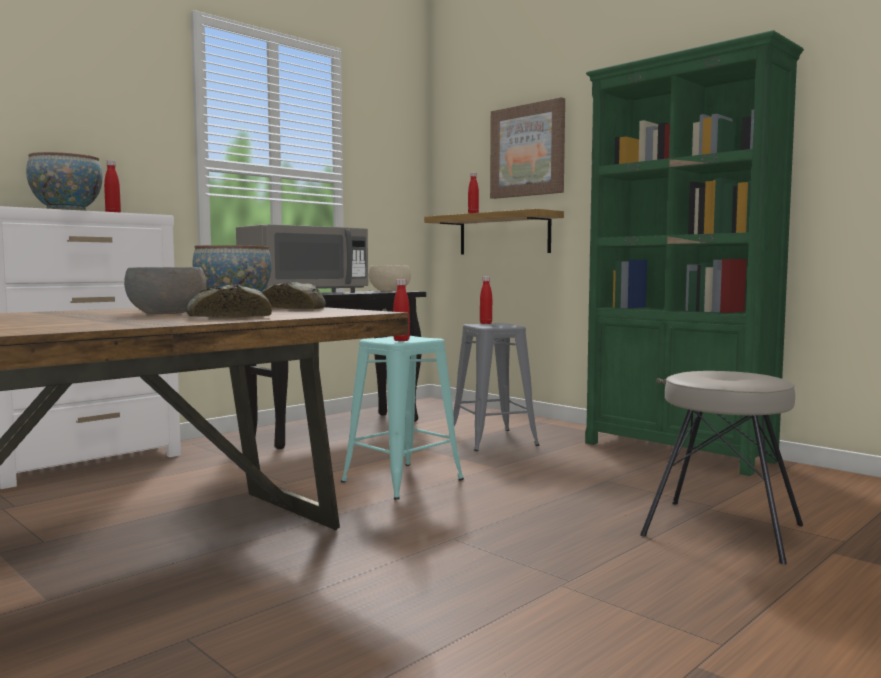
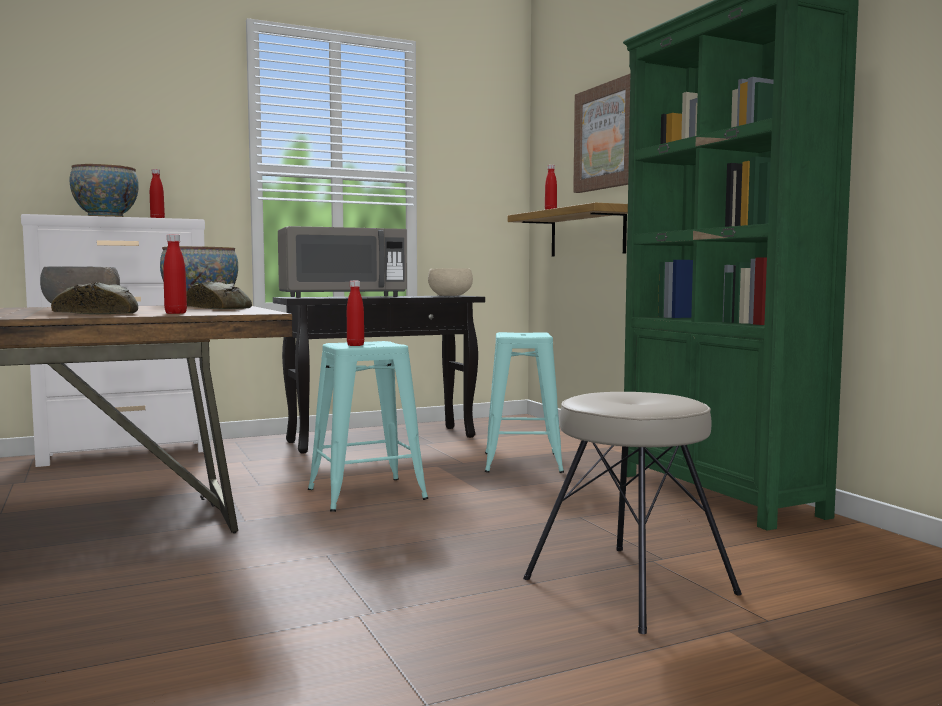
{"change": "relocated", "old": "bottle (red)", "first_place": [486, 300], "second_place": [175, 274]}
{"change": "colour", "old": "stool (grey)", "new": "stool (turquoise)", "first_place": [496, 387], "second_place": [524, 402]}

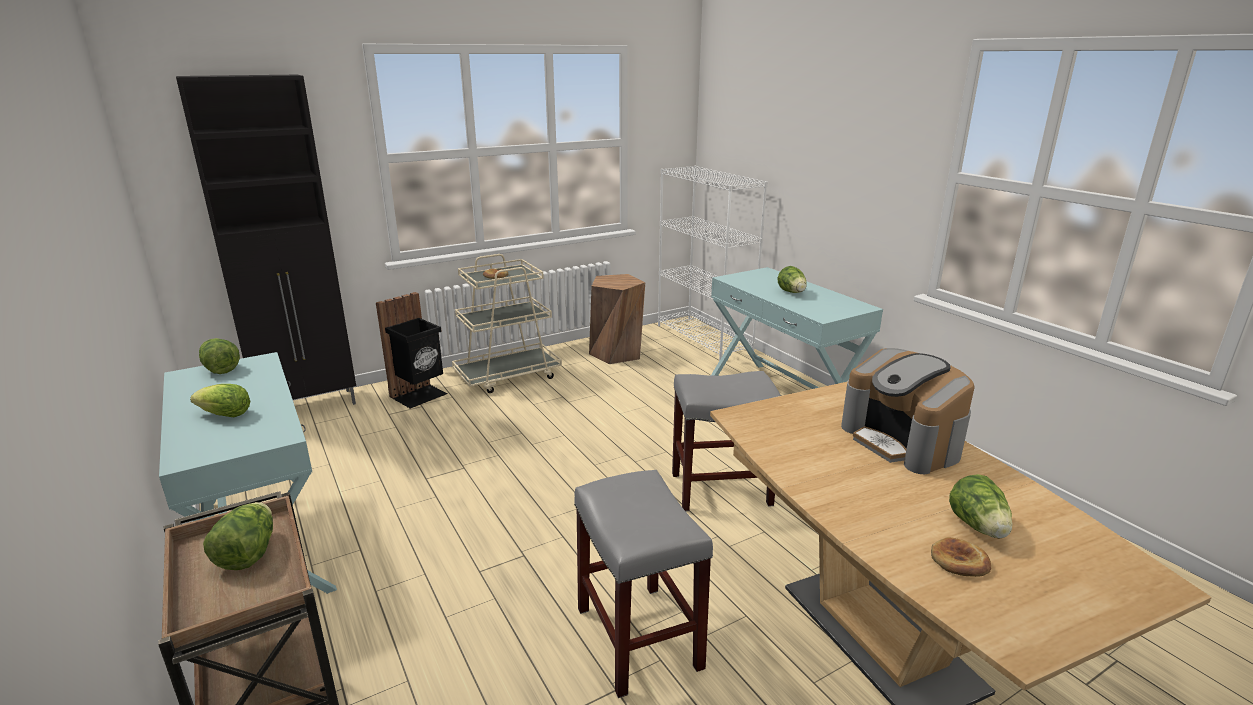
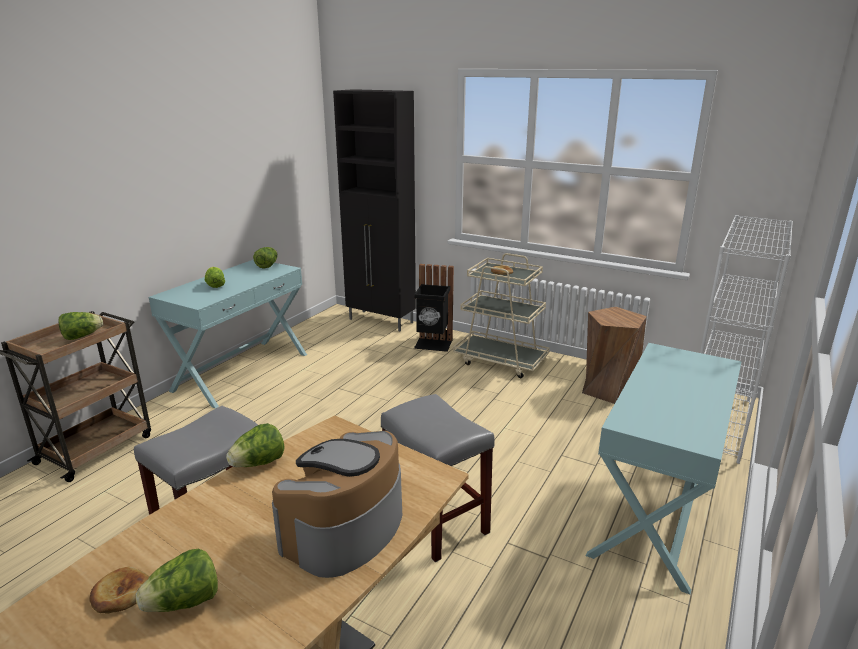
{"change": "relocated", "old": "lettuce", "first_place": [792, 279], "second_place": [255, 445]}

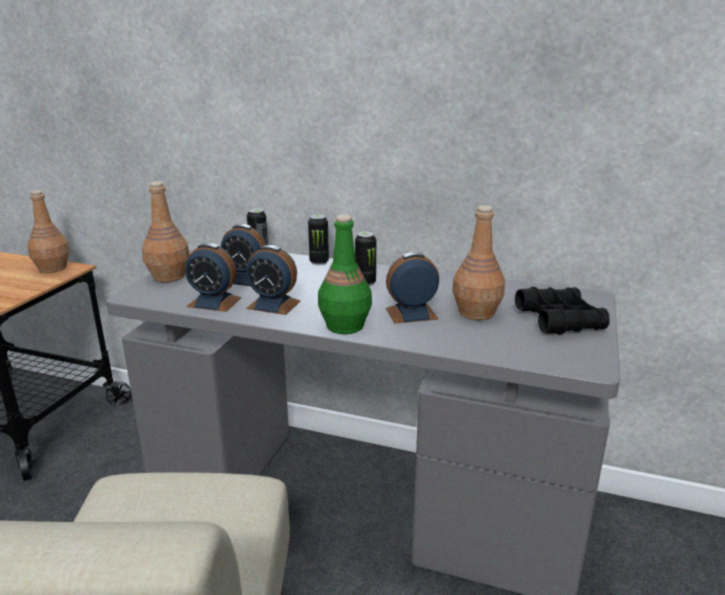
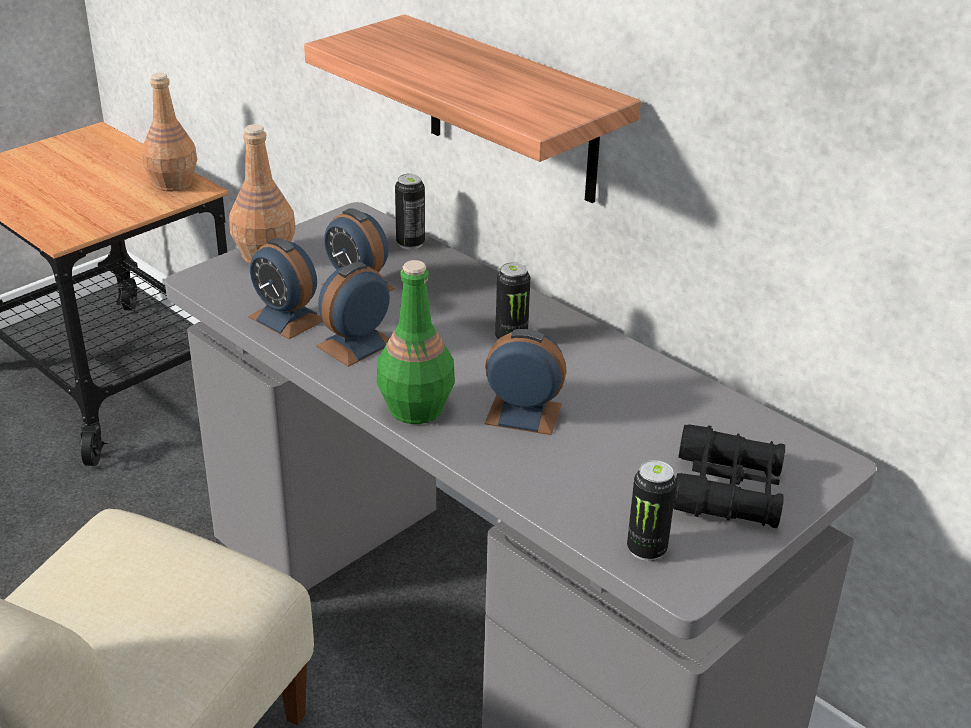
{"change": "missing", "old": "bottle (brown)", "first_place": [478, 262]}
{"change": "relocated", "old": "can", "first_place": [318, 239], "second_place": [652, 510]}
{"change": "spun", "old": "alarm clock", "first_place": [273, 280], "second_place": [353, 314], "degrees": 90}
{"change": "appeared", "new": "shelf", "second_place": [472, 108]}

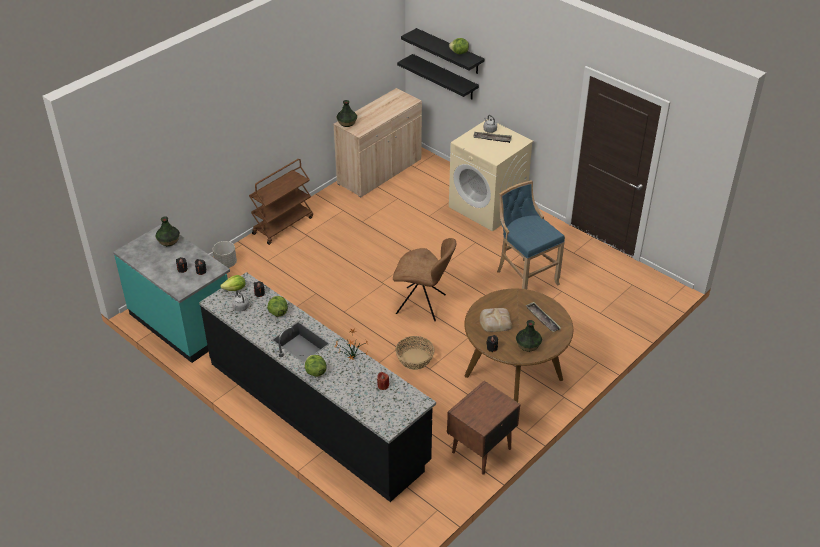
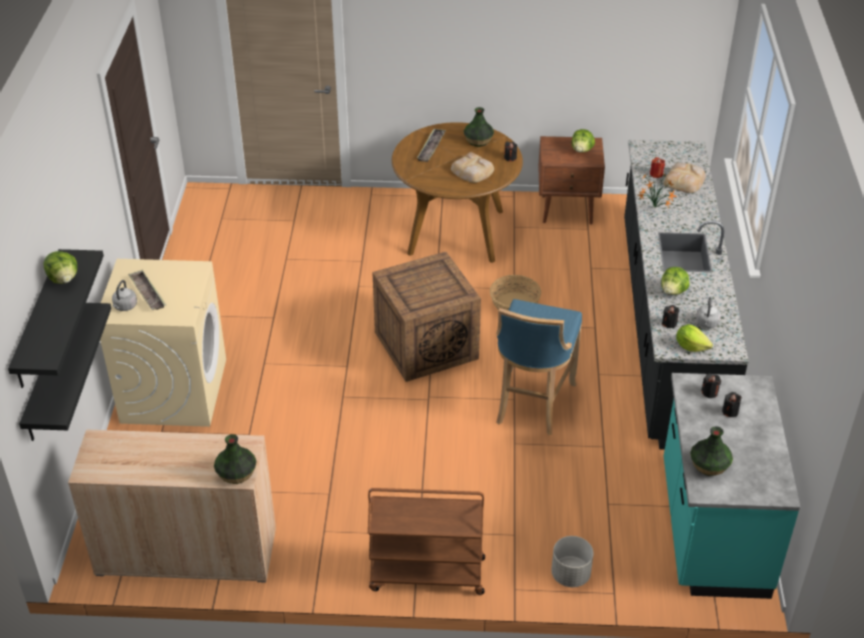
{"change": "relocated", "old": "stool (blue)", "first_place": [531, 235], "second_place": [539, 367]}
{"change": "exchanged", "old": "chair (brown)", "new": "crate", "first_place": [424, 279], "second_place": [426, 317]}
{"change": "relocated", "old": "lettuce", "first_place": [315, 366], "second_place": [583, 141]}
{"change": "appeared", "new": "bread", "second_place": [684, 178]}

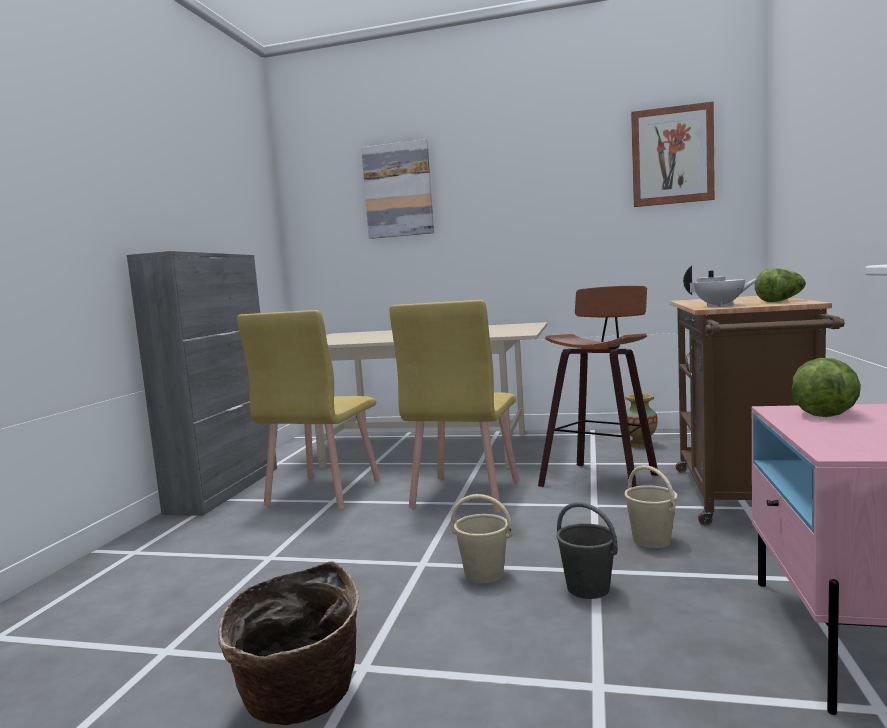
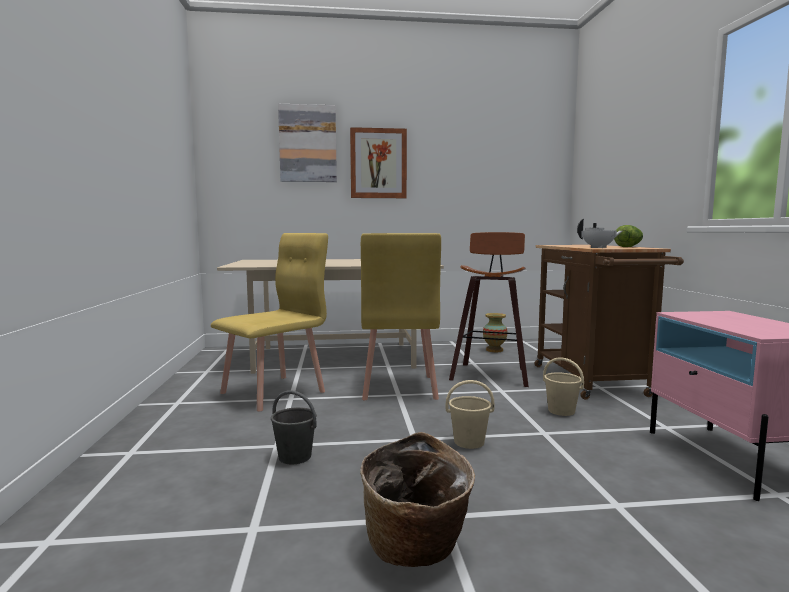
{"change": "relocated", "old": "picture", "first_place": [673, 154], "second_place": [378, 162]}
{"change": "missing", "old": "cabinet (grey)", "first_place": [202, 383]}
{"change": "spun", "old": "chair (yellow)", "first_place": [309, 410], "second_place": [269, 322], "degrees": -135}
{"change": "missing", "old": "lettuce", "first_place": [826, 387]}
{"change": "relocated", "old": "bucket (grey)", "first_place": [587, 550], "second_place": [294, 427]}

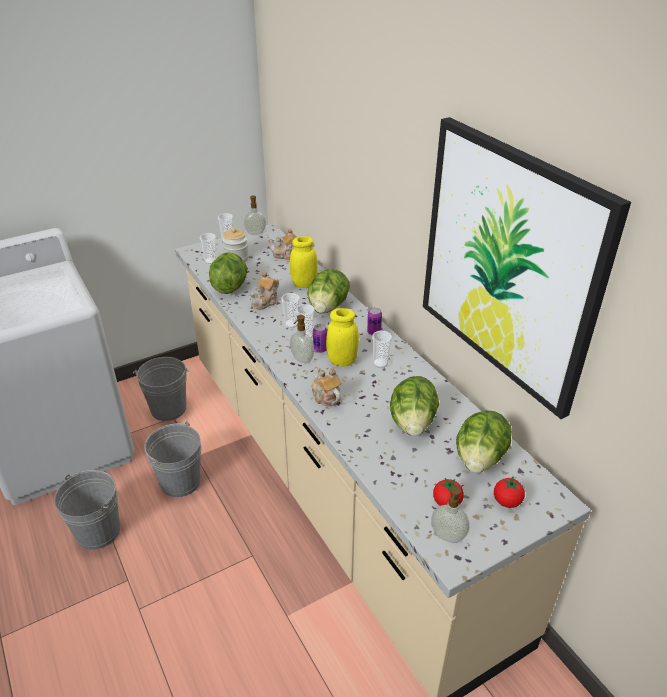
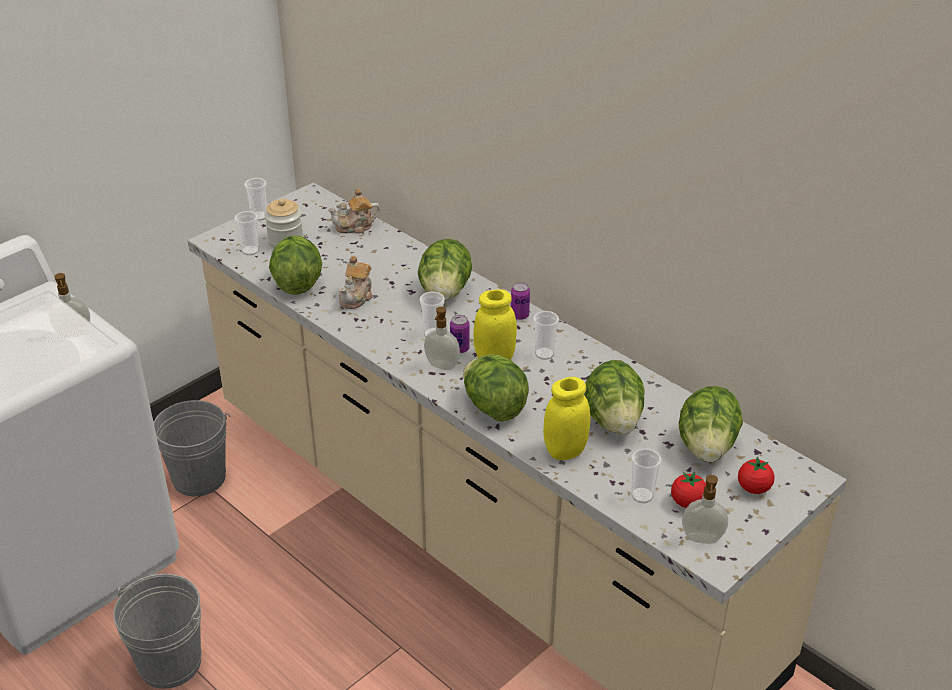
{"change": "missing", "old": "picture", "first_place": [527, 268]}
{"change": "relocated", "old": "soap dispenser", "first_place": [255, 215], "second_place": [69, 305]}
{"change": "relocated", "old": "jar (yellow)", "first_place": [304, 262], "second_place": [567, 418]}
{"change": "relocated", "old": "cup", "first_place": [290, 310], "second_place": [646, 475]}
{"change": "exchanged", "old": "teapot", "new": "lettuce", "first_place": [326, 386], "second_place": [496, 388]}
{"change": "missing", "old": "bucket (grey)", "first_place": [172, 459]}

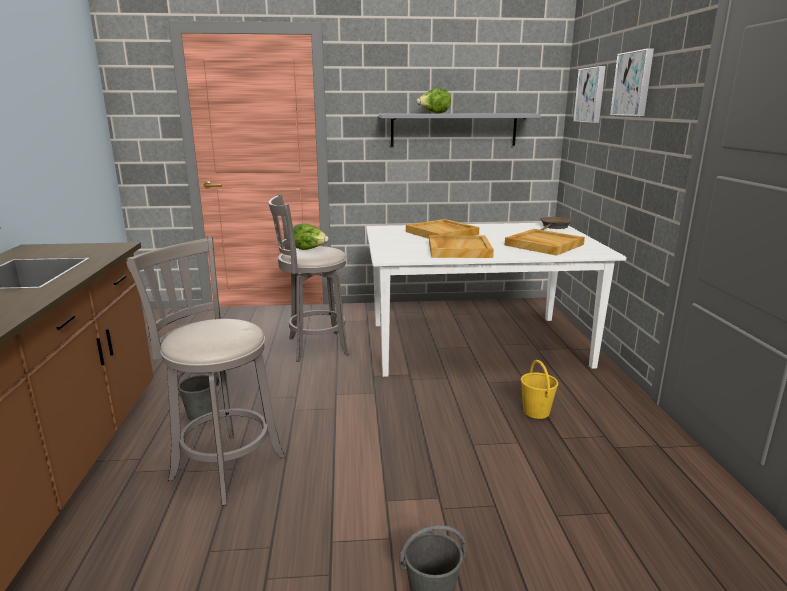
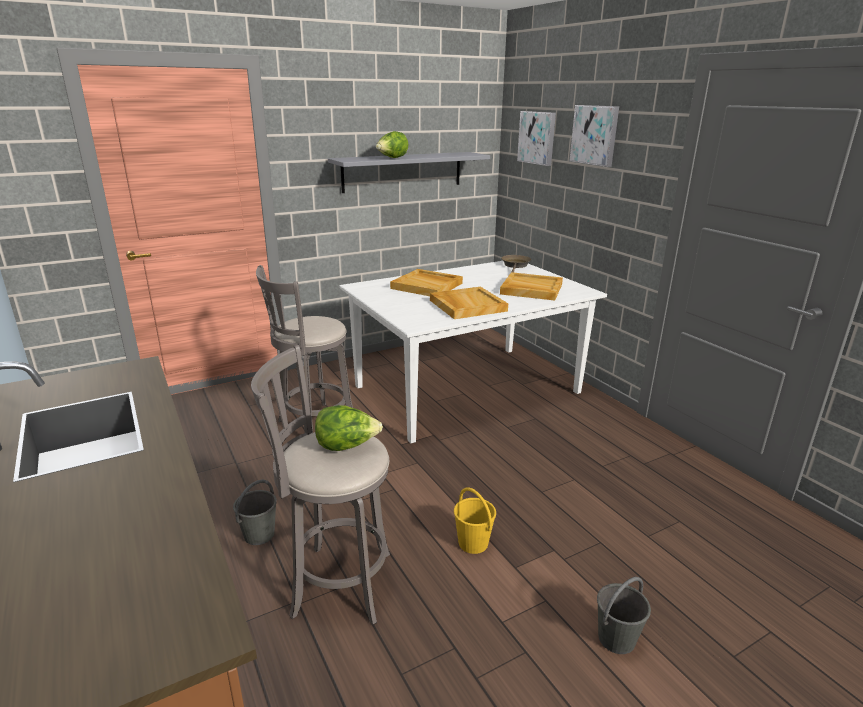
{"change": "relocated", "old": "lettuce", "first_place": [311, 236], "second_place": [349, 428]}
{"change": "relocated", "old": "bucket (yellow)", "first_place": [539, 389], "second_place": [475, 520]}

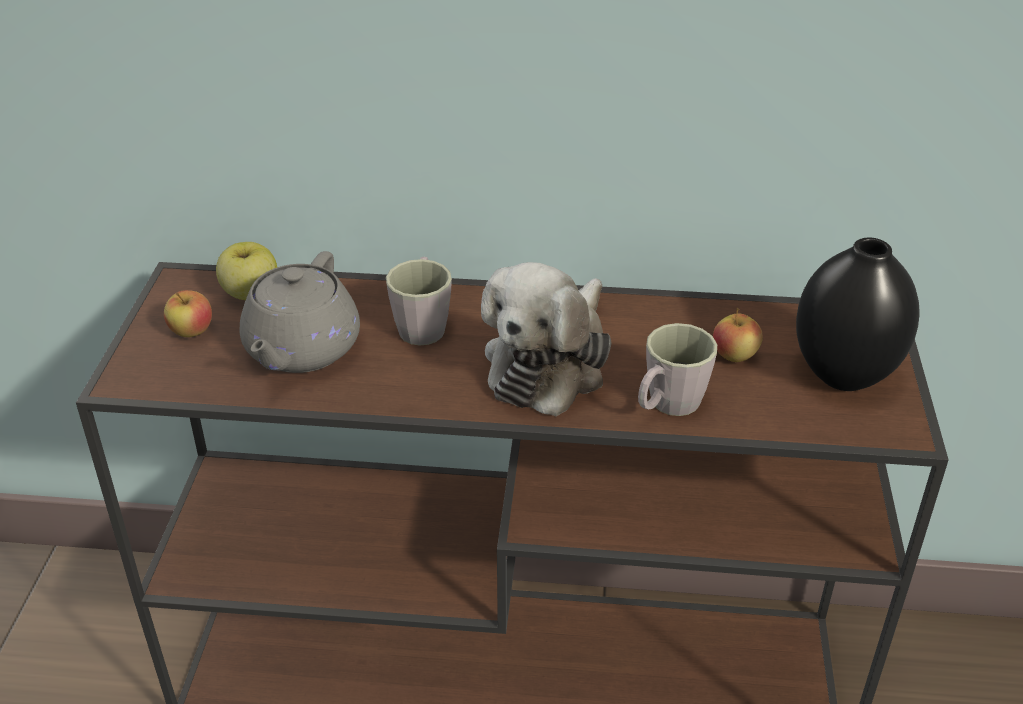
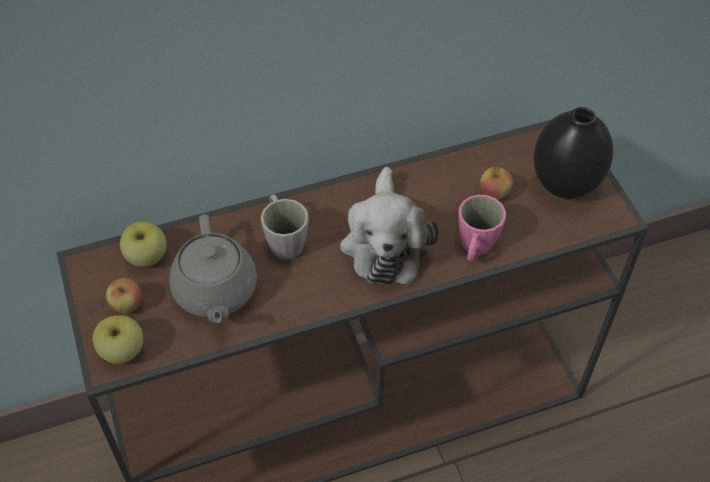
{"change": "colour", "old": "mug (grey)", "new": "mug (pink)", "first_place": [677, 369], "second_place": [482, 228]}
{"change": "appeared", "new": "apple", "second_place": [118, 339]}

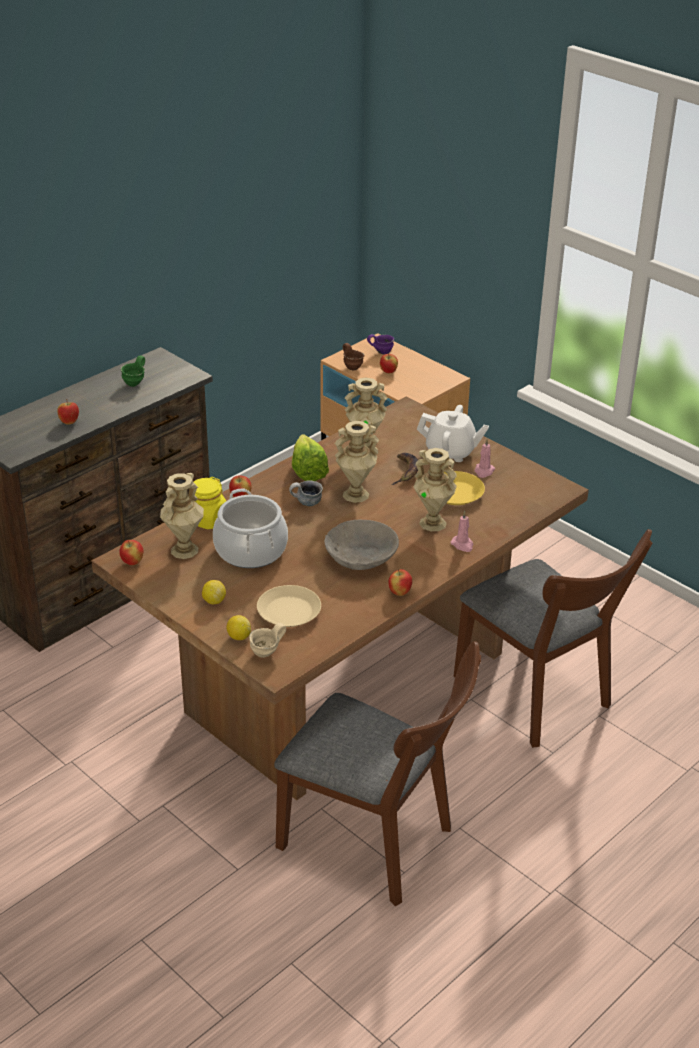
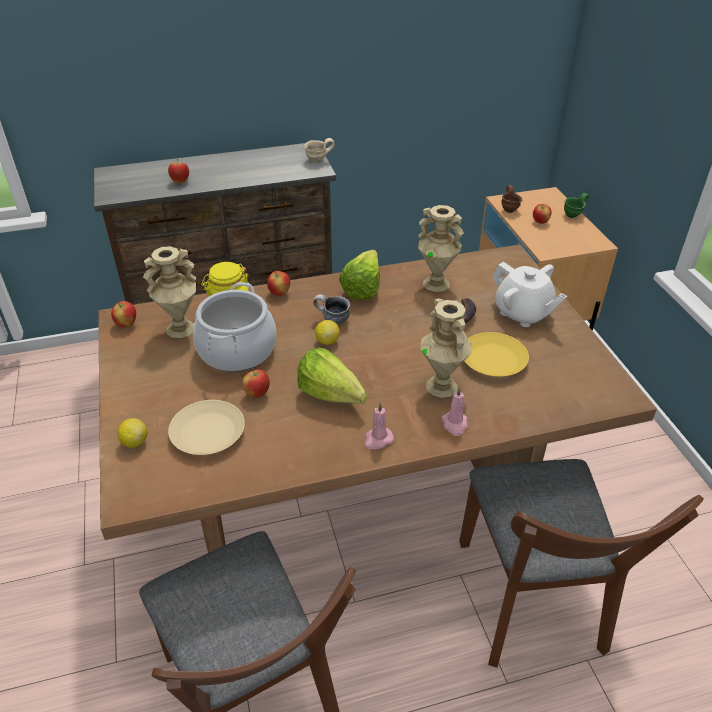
{"change": "missing", "old": "mug (purple)", "first_place": [380, 344]}
{"change": "relocated", "old": "mug (green)", "first_place": [132, 371], "second_place": [576, 205]}
{"change": "missing", "old": "vase (beige)", "first_place": [357, 462]}
{"change": "relocated", "old": "candle (pink)", "first_place": [485, 458], "second_place": [379, 426]}
{"change": "exchanged", "old": "bowl (grey)", "new": "lettuce", "first_place": [361, 545], "second_place": [332, 376]}
{"change": "relocated", "old": "apple", "first_place": [400, 582], "second_place": [256, 383]}
{"change": "relocated", "old": "lemon", "first_place": [214, 592], "second_place": [327, 332]}
{"change": "relocated", "old": "mug (beige)", "first_place": [267, 640], "second_place": [319, 150]}

